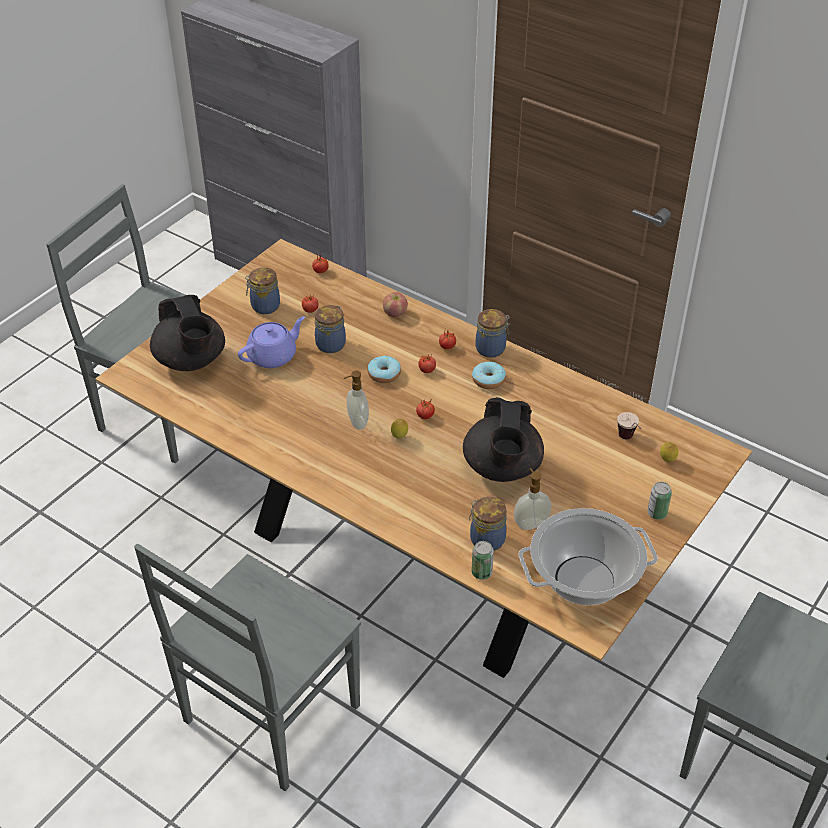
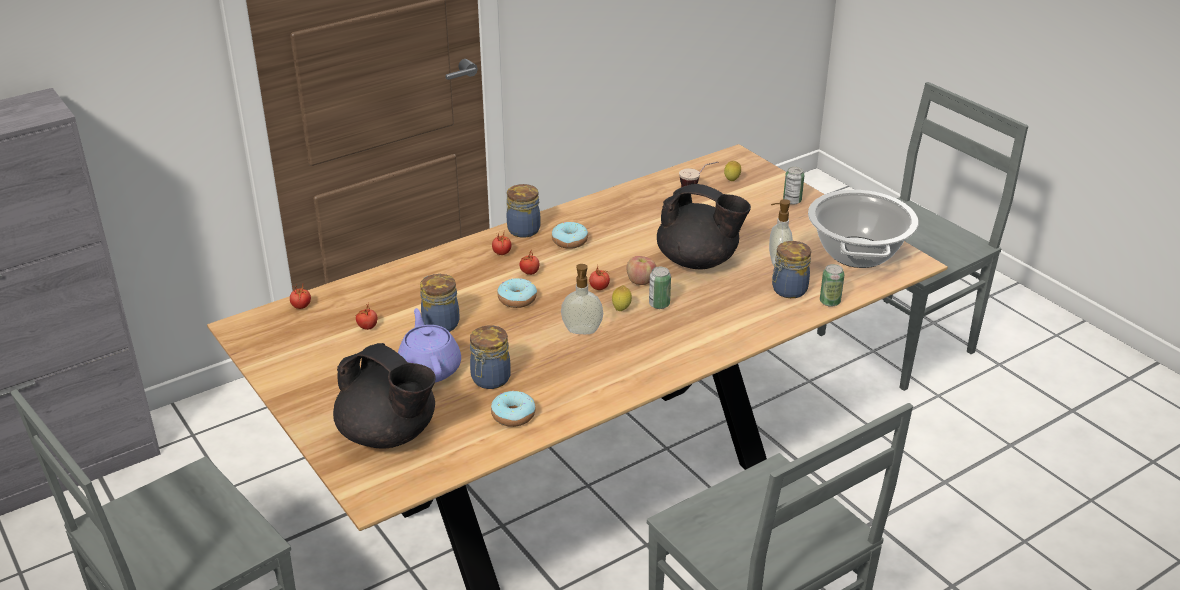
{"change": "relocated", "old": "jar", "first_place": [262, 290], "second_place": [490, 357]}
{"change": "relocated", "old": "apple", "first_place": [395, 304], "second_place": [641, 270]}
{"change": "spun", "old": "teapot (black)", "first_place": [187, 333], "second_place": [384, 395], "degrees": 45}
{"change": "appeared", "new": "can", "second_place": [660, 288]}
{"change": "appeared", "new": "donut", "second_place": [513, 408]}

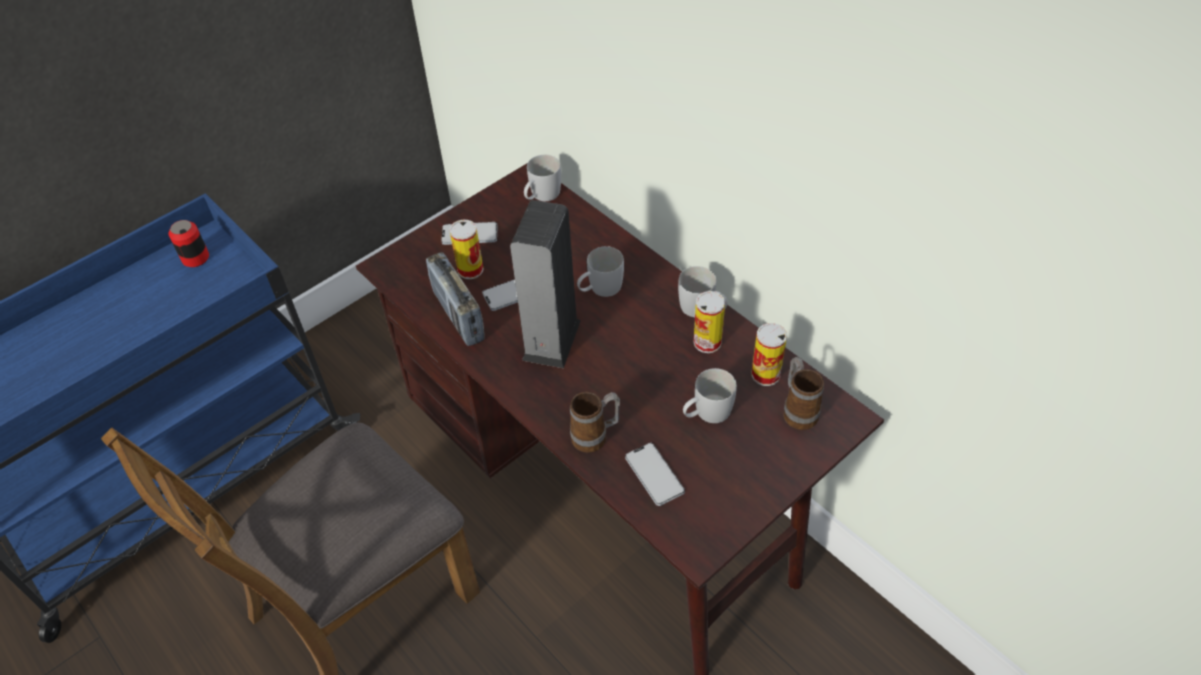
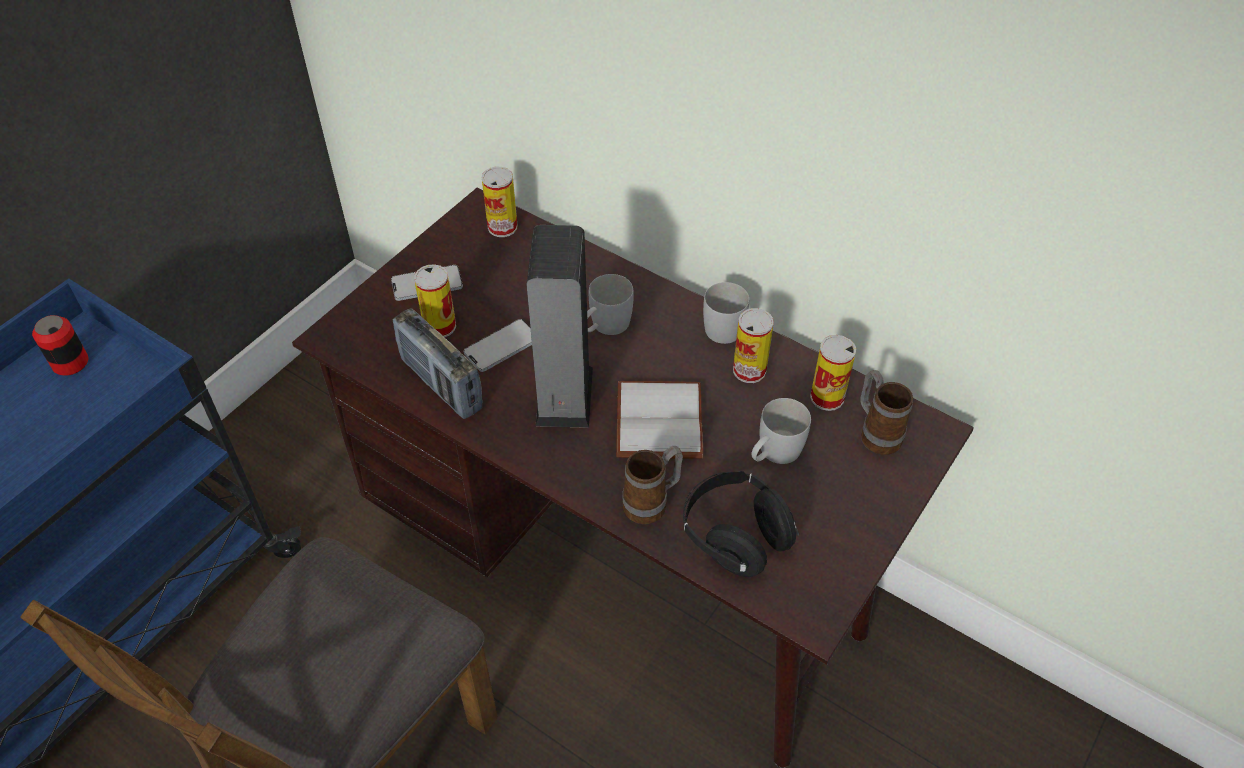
{"change": "exchanged", "old": "mug (white)", "new": "can", "first_place": [542, 178], "second_place": [500, 202]}
{"change": "exchanged", "old": "phone", "new": "headphones (black)", "first_place": [655, 474], "second_place": [741, 524]}
{"change": "appeared", "new": "book (white)", "second_place": [659, 420]}

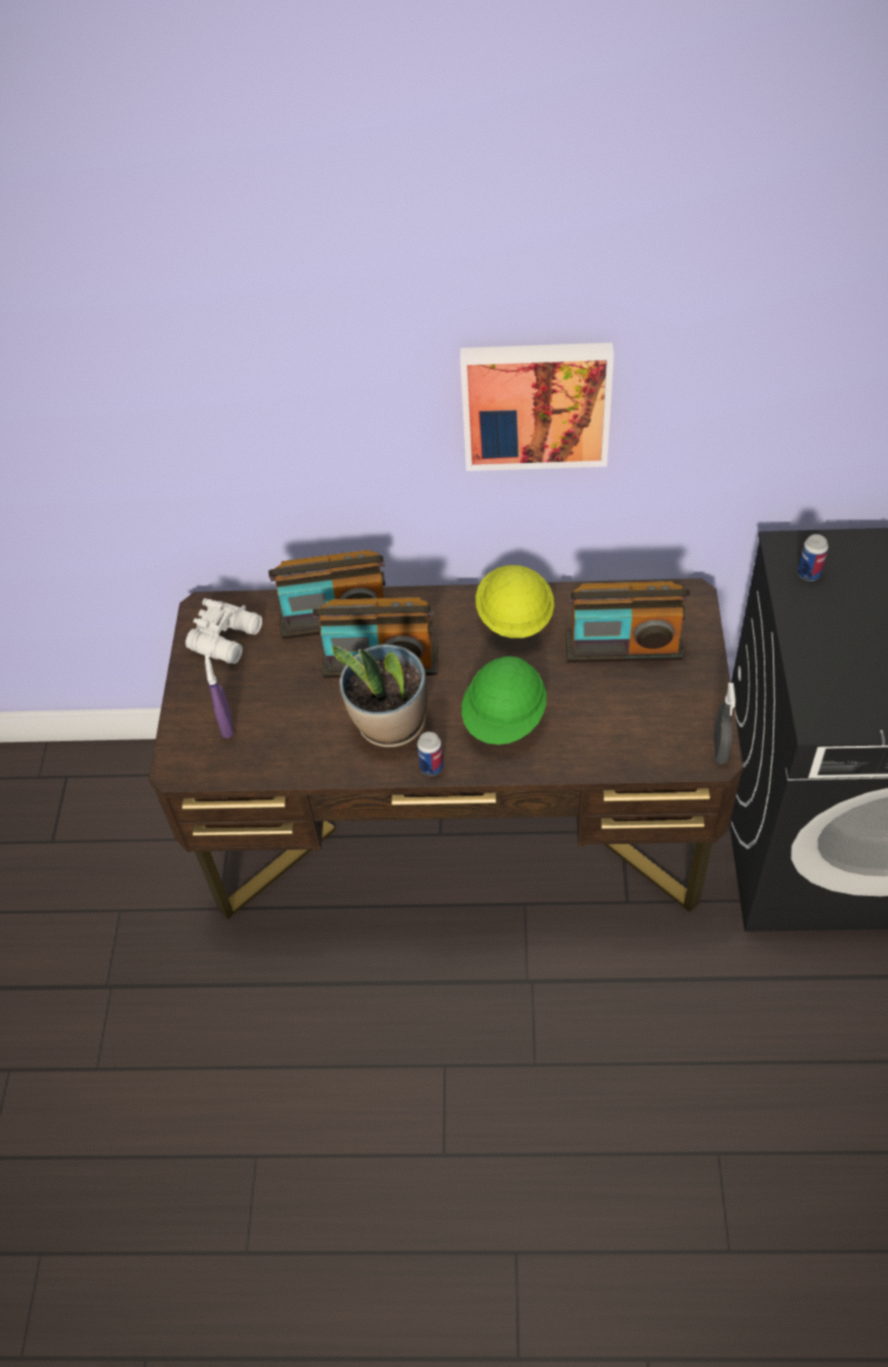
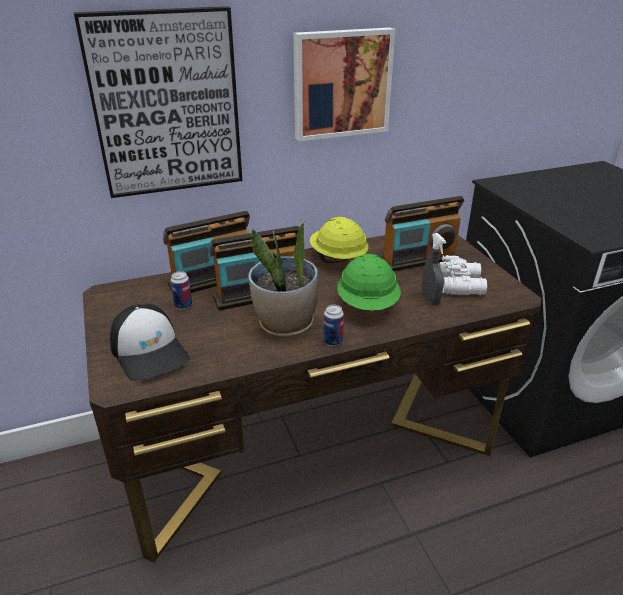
{"change": "relocated", "old": "can", "first_place": [813, 557], "second_place": [181, 290]}
{"change": "relocated", "old": "binoculars (white)", "first_place": [224, 631], "second_place": [463, 275]}
{"change": "exchanged", "old": "spray bottle (purple)", "new": "cap", "first_place": [219, 696], "second_place": [150, 342]}
{"change": "relocated", "old": "spray bottle (grey)", "first_place": [725, 723], "second_place": [434, 269]}
{"change": "appeared", "new": "picture", "second_place": [158, 102]}

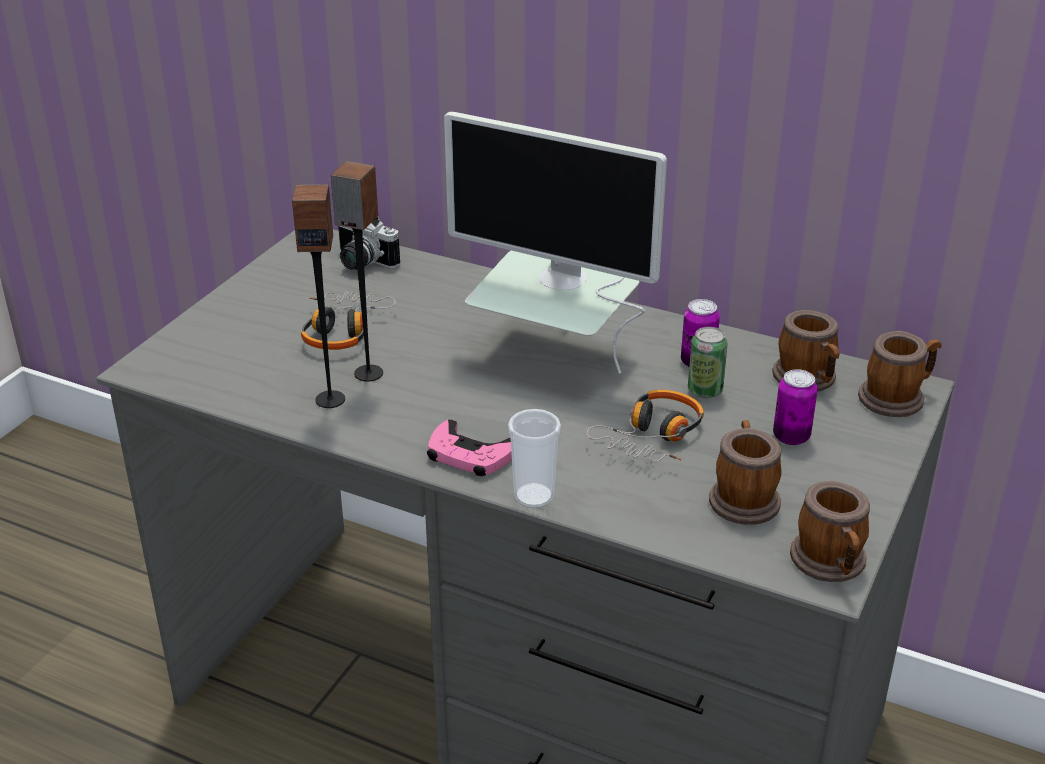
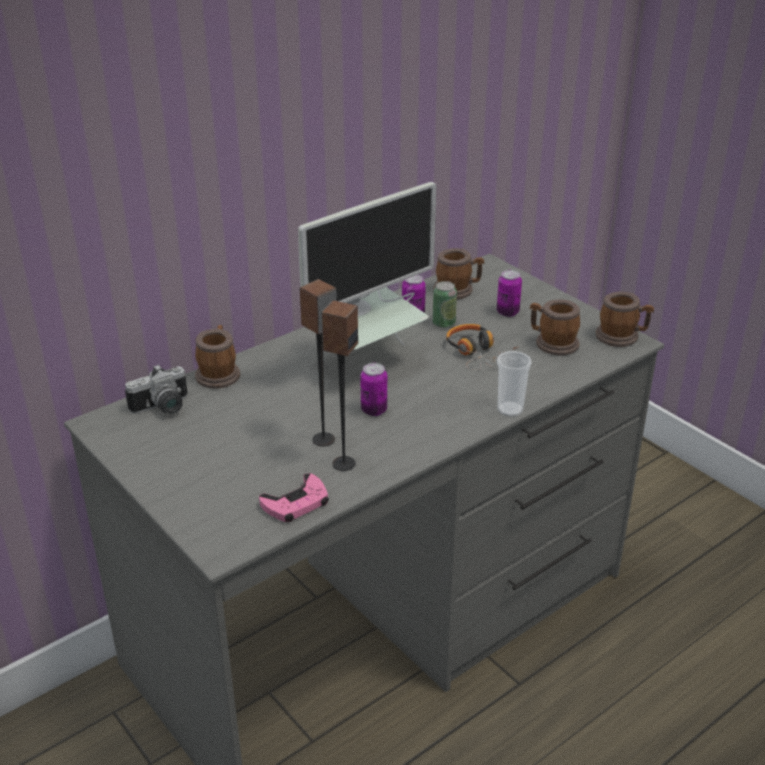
{"change": "missing", "old": "headphones", "first_place": [348, 321]}
{"change": "relocated", "old": "mug", "first_place": [900, 374], "second_place": [217, 356]}
{"change": "relocated", "old": "game controller (pink)", "first_place": [469, 447], "second_place": [294, 497]}
{"change": "appeared", "new": "can", "second_place": [373, 389]}

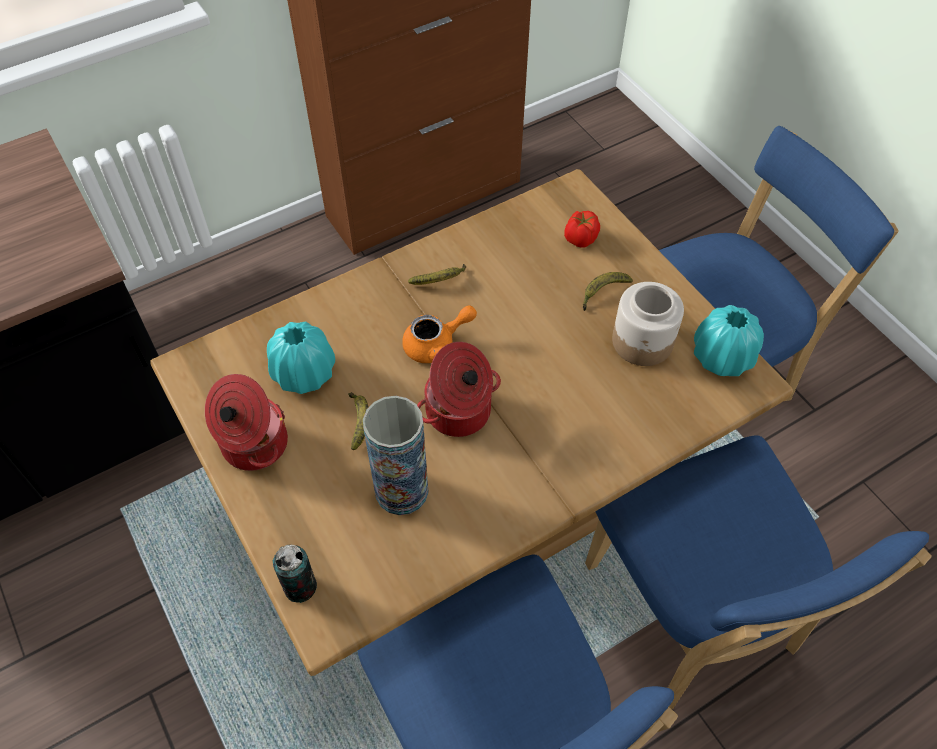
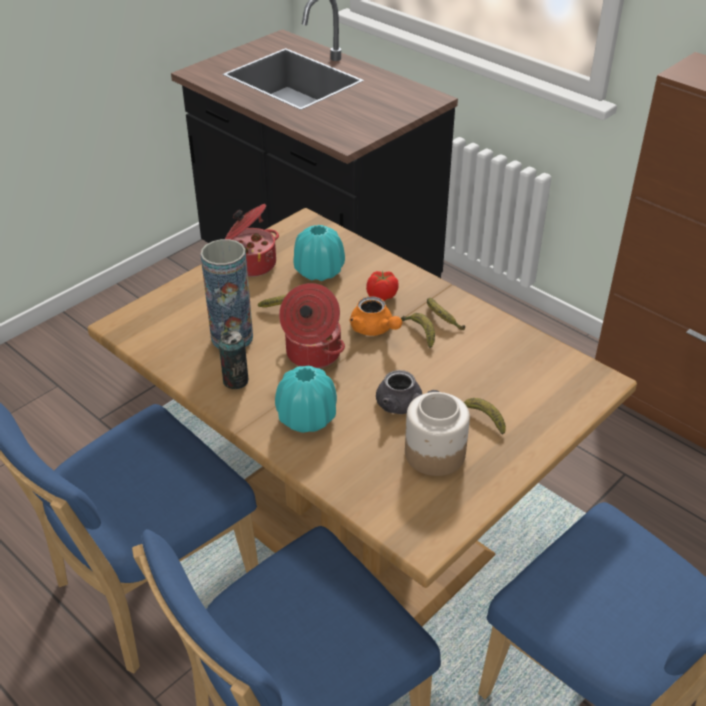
{"change": "relocated", "old": "tomato", "first_place": [582, 229], "second_place": [382, 286]}
{"change": "relocated", "old": "vase (turquoise)", "first_place": [729, 340], "second_place": [306, 399]}
{"change": "relocated", "old": "can", "first_place": [294, 574], "second_place": [233, 359]}
{"change": "appeared", "new": "banana", "second_place": [418, 330]}
{"change": "appeared", "new": "teapot (grey)", "second_place": [407, 392]}

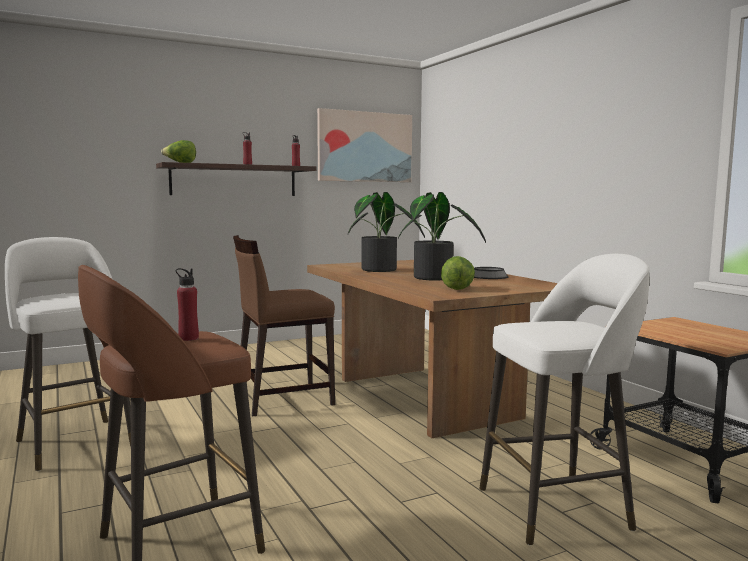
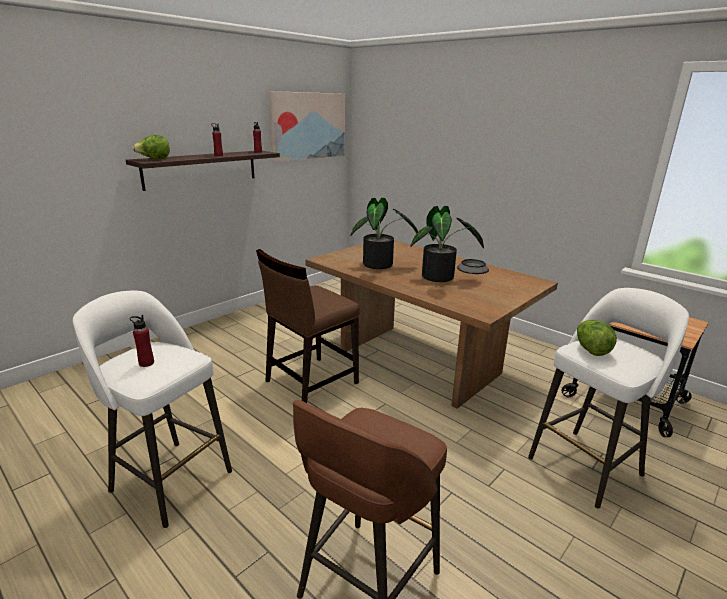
{"change": "relocated", "old": "lettuce", "first_place": [458, 273], "second_place": [597, 338]}
{"change": "relocated", "old": "bottle (red)", "first_place": [187, 304], "second_place": [142, 341]}

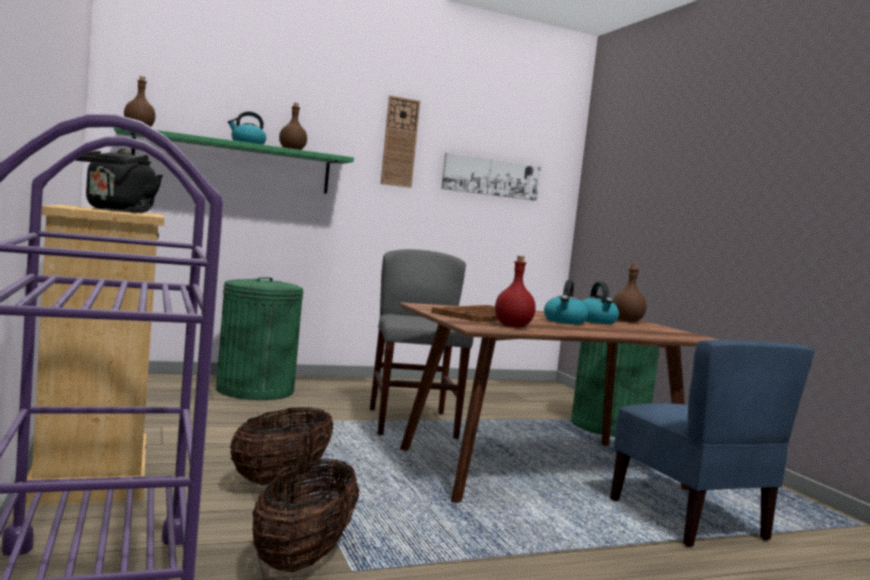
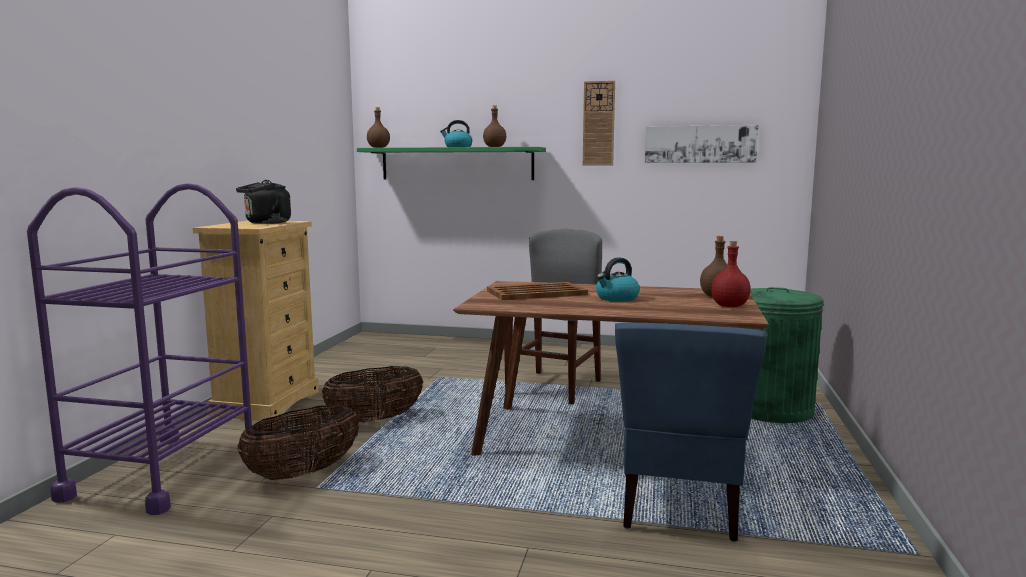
{"change": "relocated", "old": "bottle (red)", "first_place": [515, 291], "second_place": [731, 274]}
{"change": "missing", "old": "trash can (green)", "first_place": [260, 338]}
{"change": "missing", "old": "kettle", "first_place": [600, 303]}

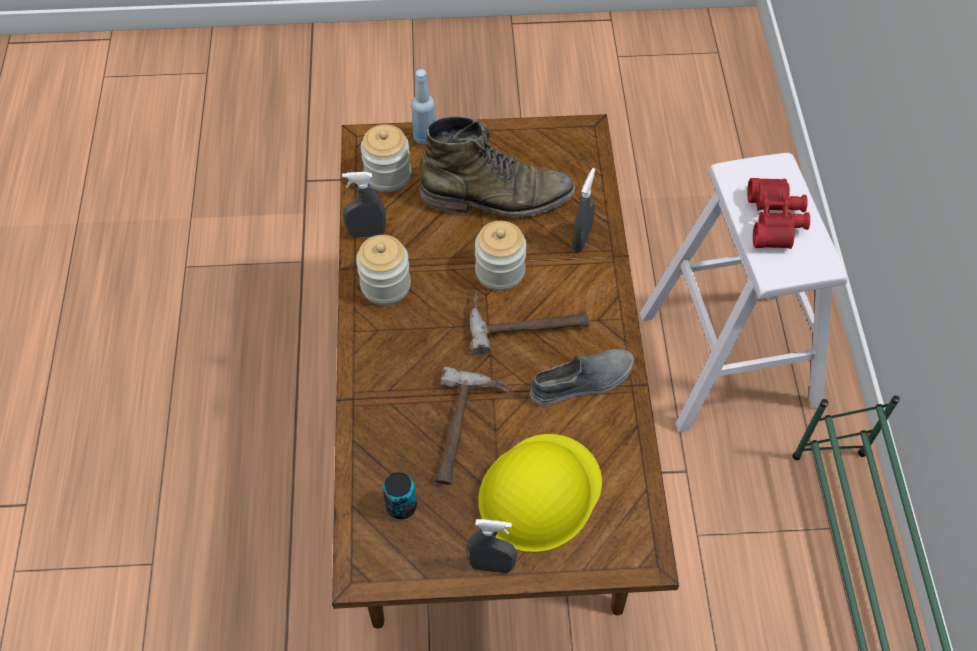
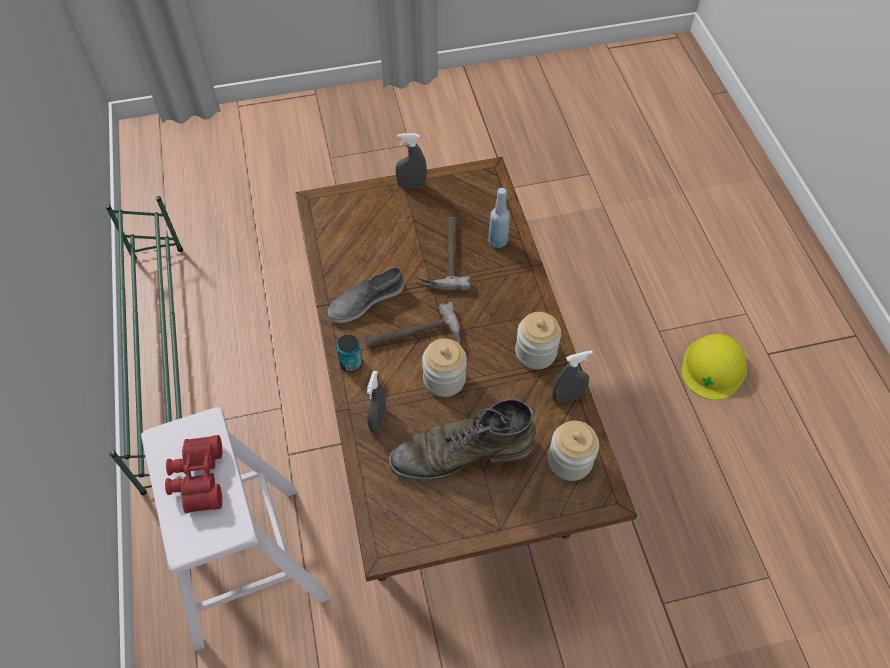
{"change": "relocated", "old": "bottle (blue)", "first_place": [423, 107], "second_place": [499, 218]}
{"change": "relocated", "old": "hard hat (yellow)", "first_place": [540, 493], "second_place": [714, 367]}
{"change": "relocated", "old": "can", "first_place": [400, 495], "second_place": [349, 353]}

